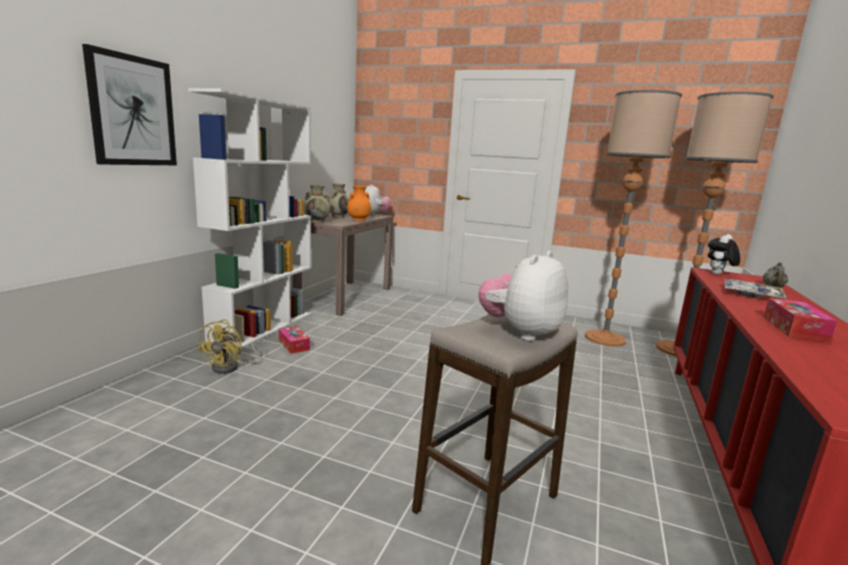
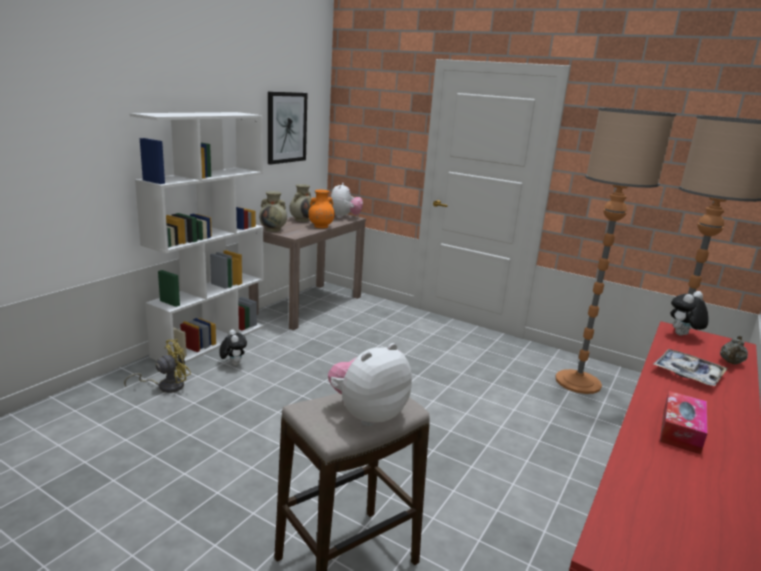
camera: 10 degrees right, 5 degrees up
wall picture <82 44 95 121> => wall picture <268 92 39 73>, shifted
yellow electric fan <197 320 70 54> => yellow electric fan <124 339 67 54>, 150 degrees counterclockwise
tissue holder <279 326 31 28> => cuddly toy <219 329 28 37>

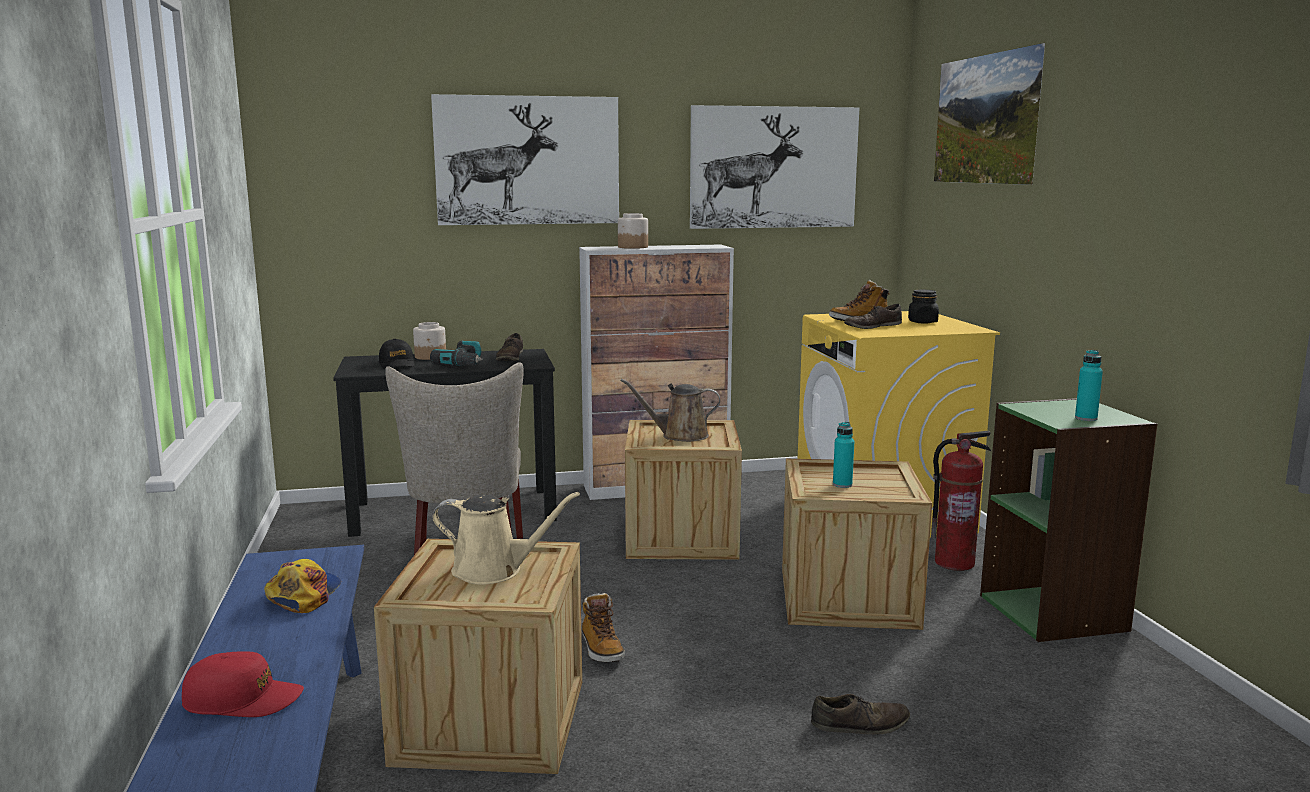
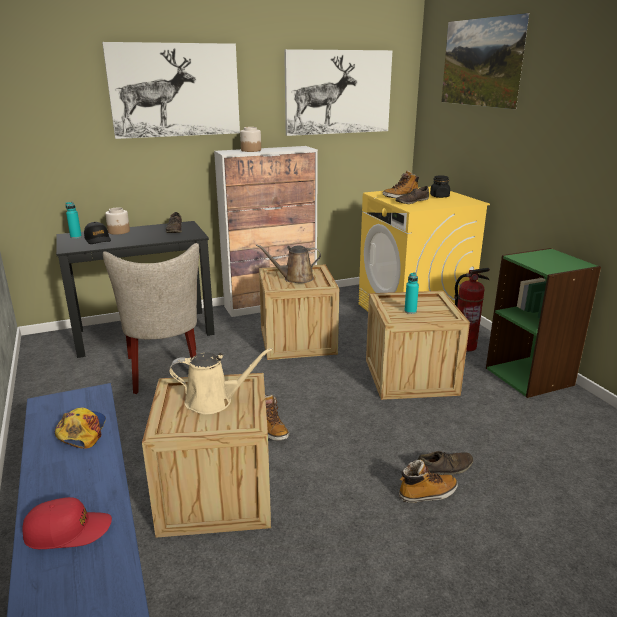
camera: 10 degrees left, 10 degrees up
drill <430 340 53 26> => nothing
turquoise-coloured beverage bottle <1075 350 28 71> => turquoise-coloured beverage bottle <66 202 16 37>, shifted
nothing => high-top boot <399 460 59 43>

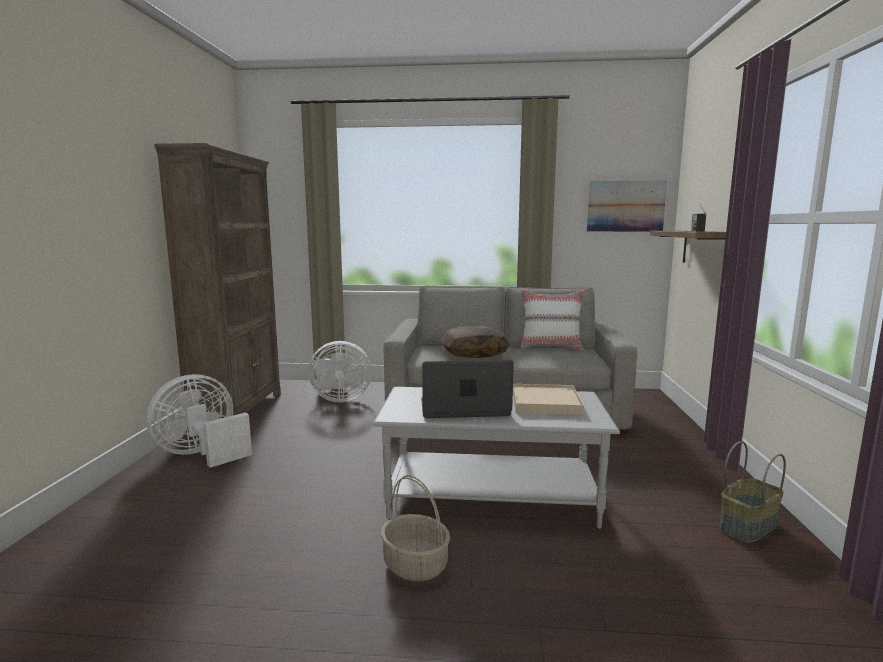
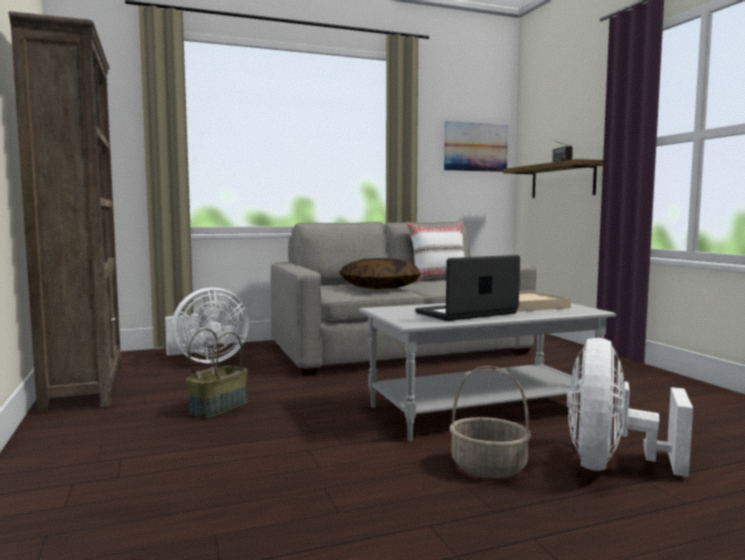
camera: 25 degrees left, 5 degrees down
whitish electric fan <146 374 106 94> => whitish electric fan <567 338 126 139>, shifted
household basket <719 441 67 102> => household basket <186 328 62 90>, shifted

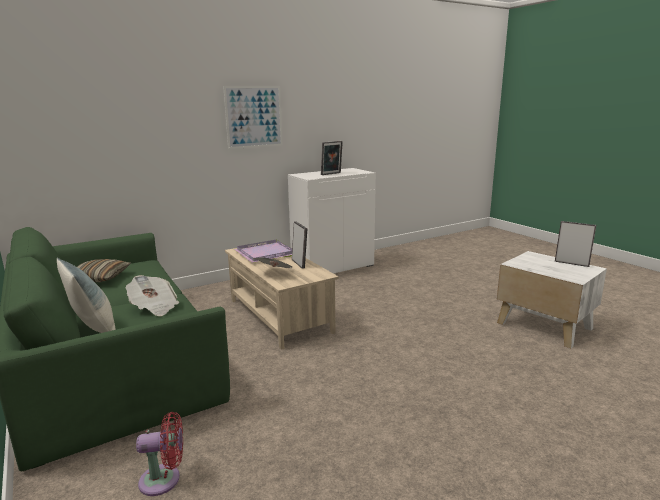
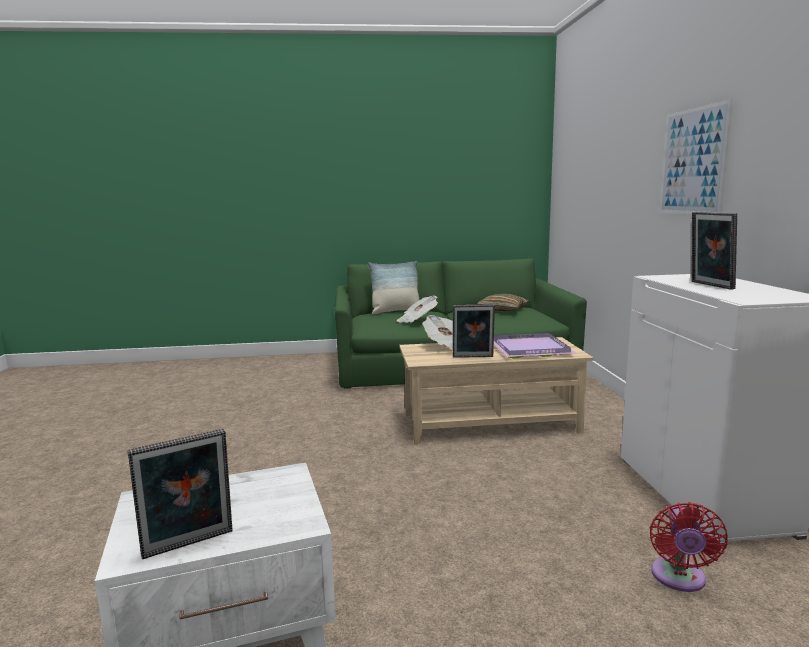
camera: 115 degrees right, 5 degrees down
red electric fan <136 412 47 84> => red electric fan <650 502 78 90>, shifted

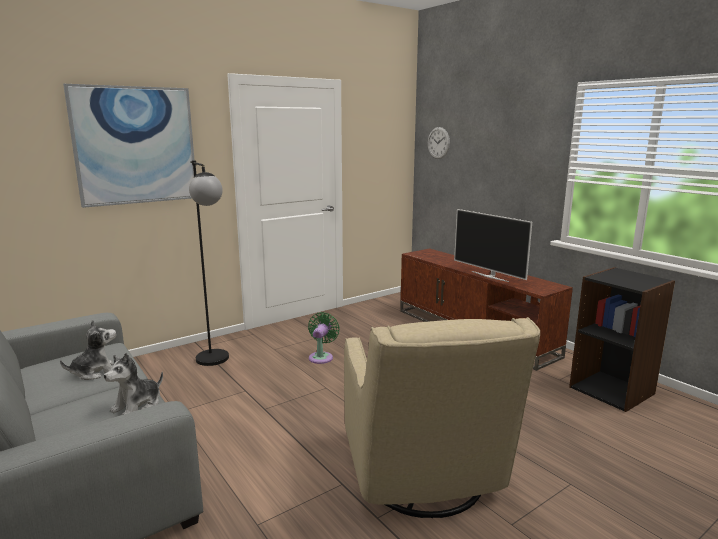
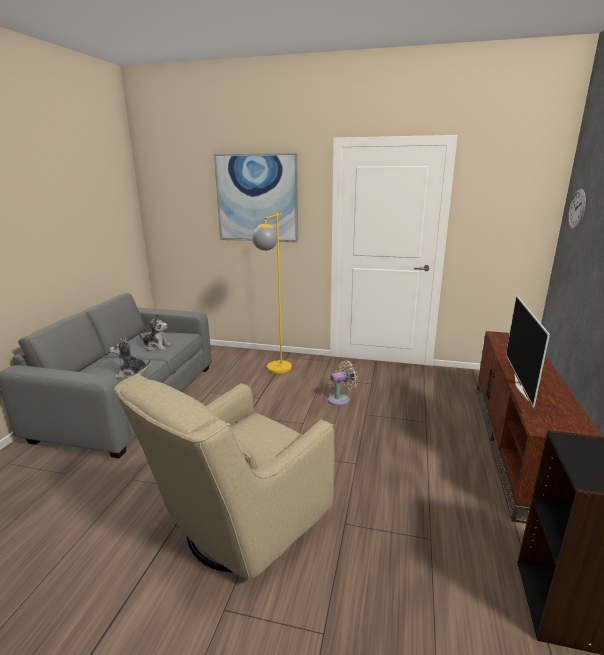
camera: 50 degrees right, 5 degrees up
blackish standard lamp <189 160 40 206> => yellow standard lamp <252 213 40 161>
green electric fan <308 312 32 52> => sand-coloured electric fan <328 361 30 45>

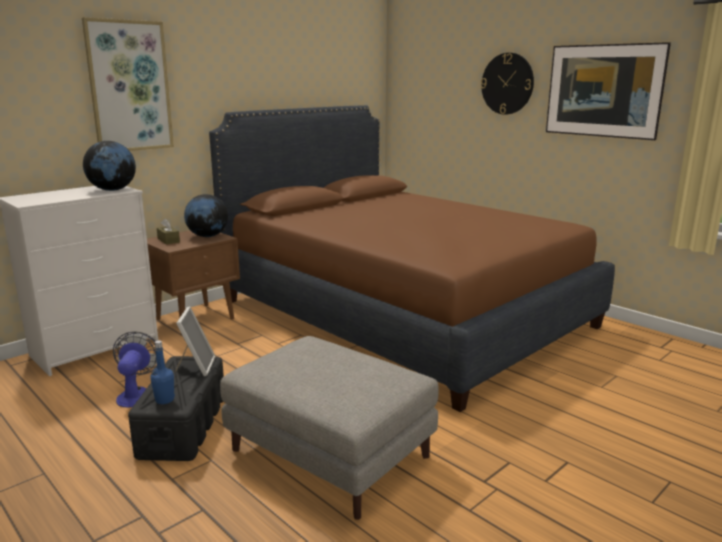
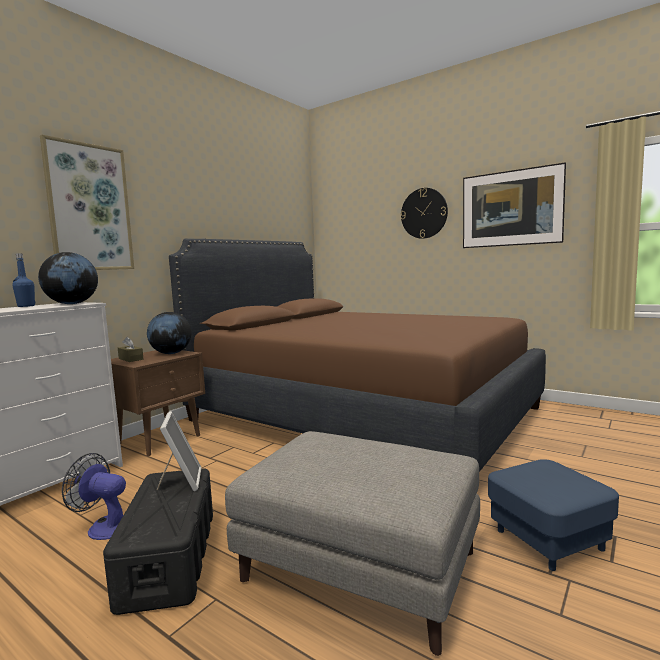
camera: 10 degrees left, 10 degrees down
electric fan <113 331 44 76> => electric fan <62 453 64 87>, 60 degrees counterclockwise
bluish beverage bottle <150 340 25 64> => bluish beverage bottle <12 254 23 53>, shifted
nothing => bluish footrest <488 459 131 112>

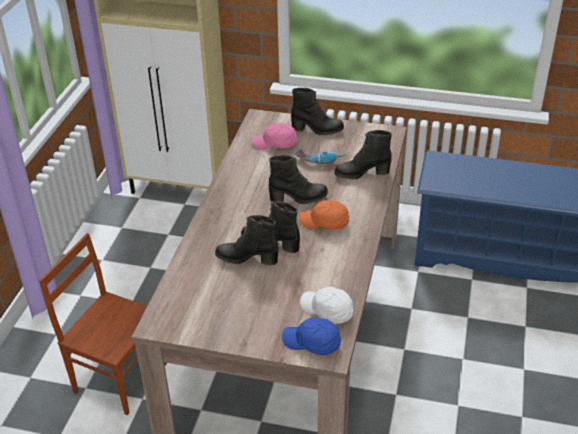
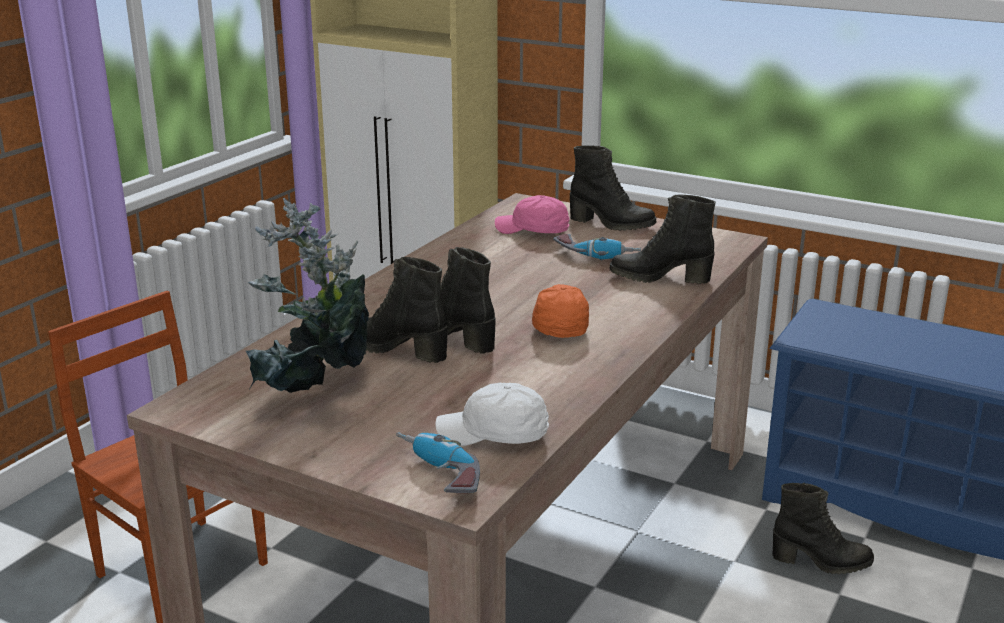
camera: 15 degrees right, 15 degrees down
blackish high-top boot <268 155 60 49> => blackish high-top boot <772 483 102 91>, shifted
bluish cap <282 318 59 37> => drill <396 432 84 61>
orange cap <299 200 51 30> => orange cap <532 284 57 54>, 60 degrees clockwise
whitish cap <300 286 53 38> => whitish cap <435 383 114 63>, 45 degrees counterclockwise
nothing => houseplant <246 198 123 195>

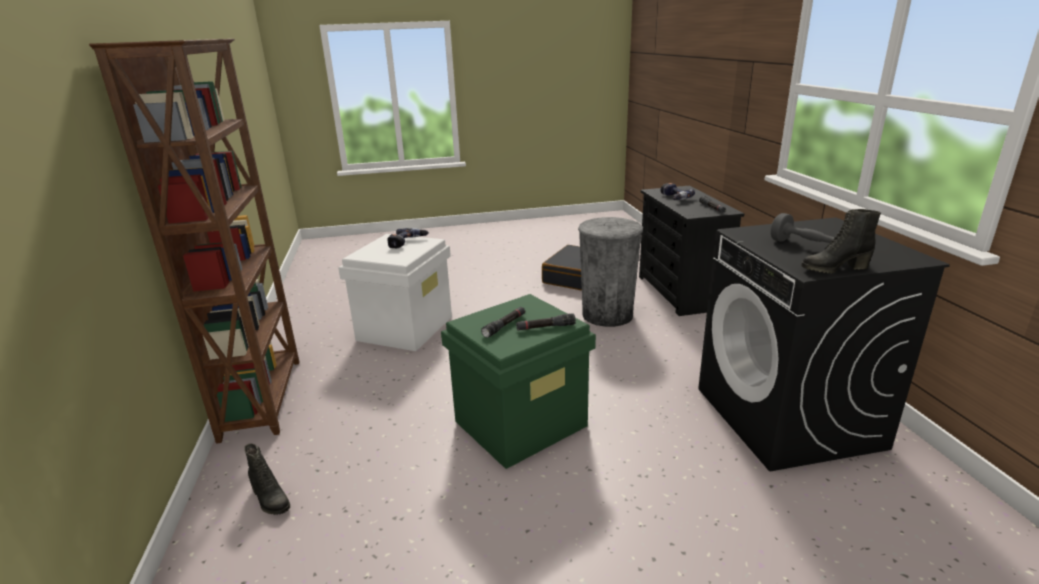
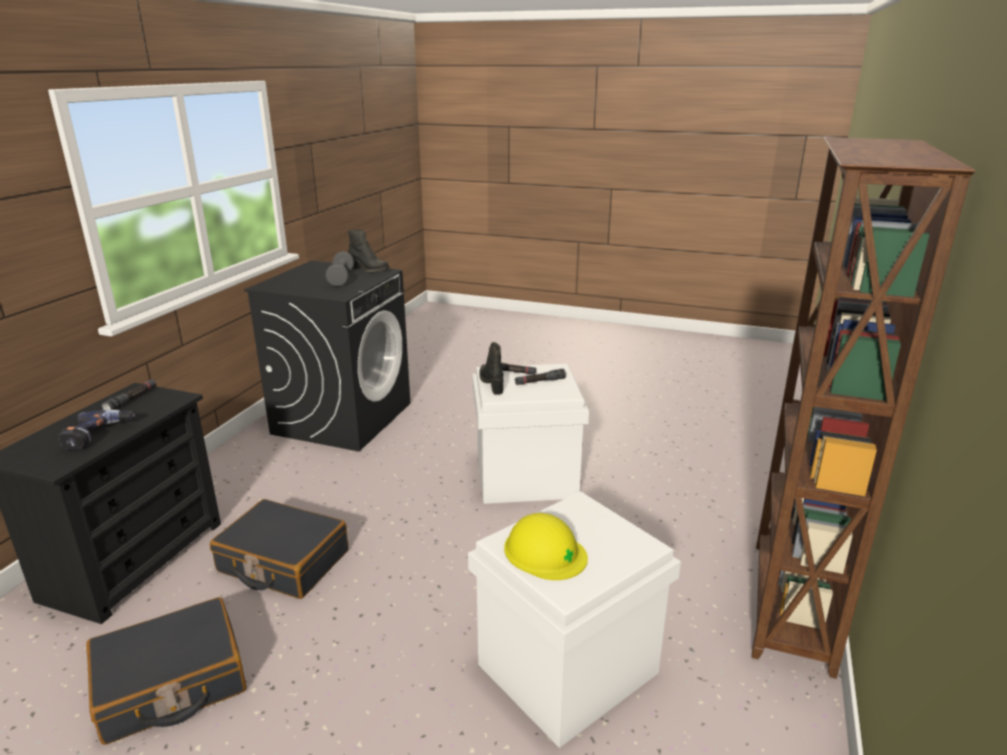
camera: 150 degrees left, 0 degrees up
blackish high-top boot <244 443 46 72> => blackish high-top boot <479 342 24 53>, shifted
drill <388 228 41 20> => yellow safety helmet <504 513 84 67>
green storage container <441 294 155 175> => whitish storage container <472 364 117 140>
gray trash can <578 217 65 110> => blackish travel case <210 499 138 100>

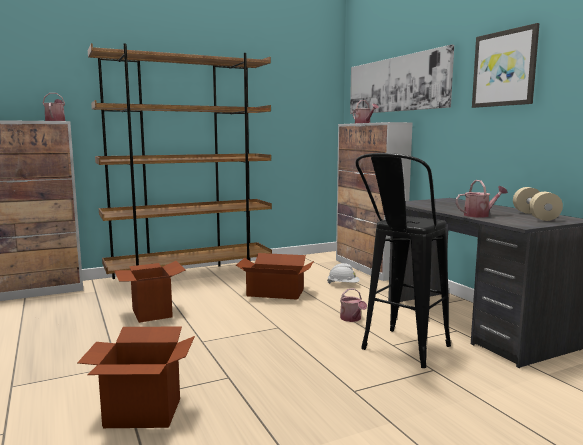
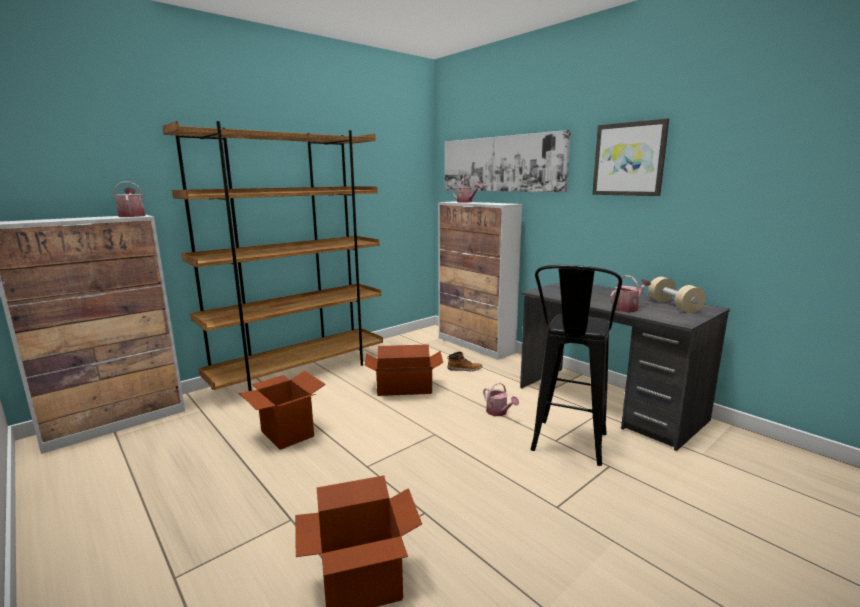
camera: 15 degrees left, 5 degrees up
whitish safety helmet <327 263 33 21> => high-top boot <447 352 36 20>

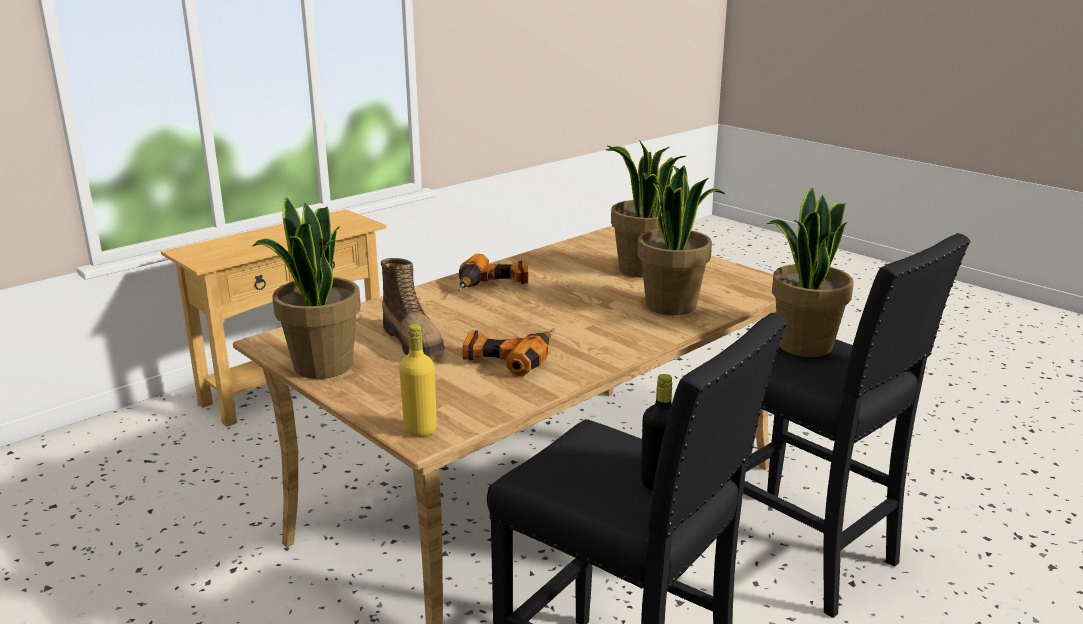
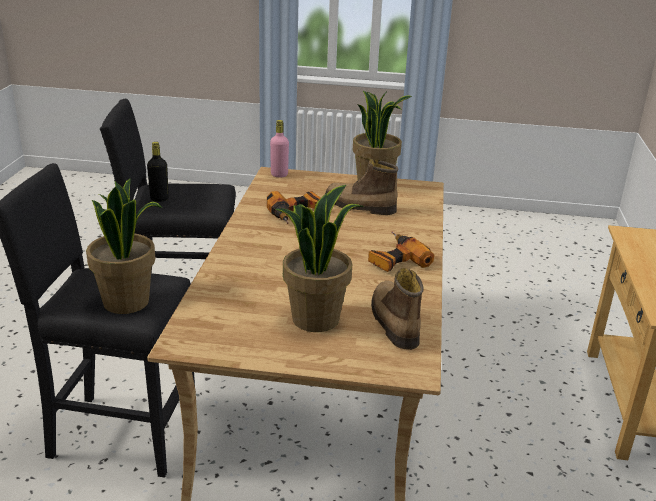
camera: 140 degrees right, 5 degrees up
yellow beverage bottle <399 324 38 113> => pinkish beverage bottle <270 120 19 57>
houseplant <637 165 88 150> => nothing
nothing => high-top boot <371 268 52 82>

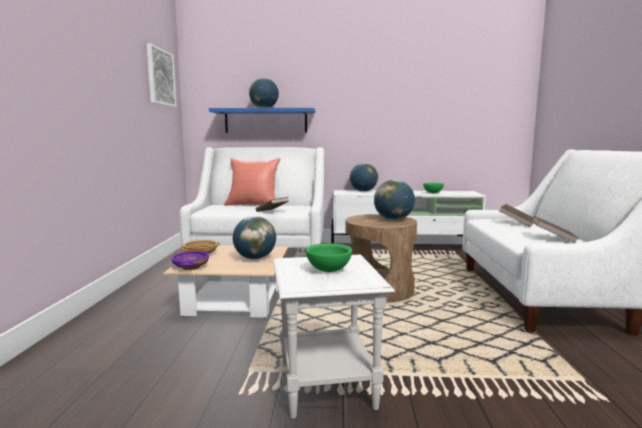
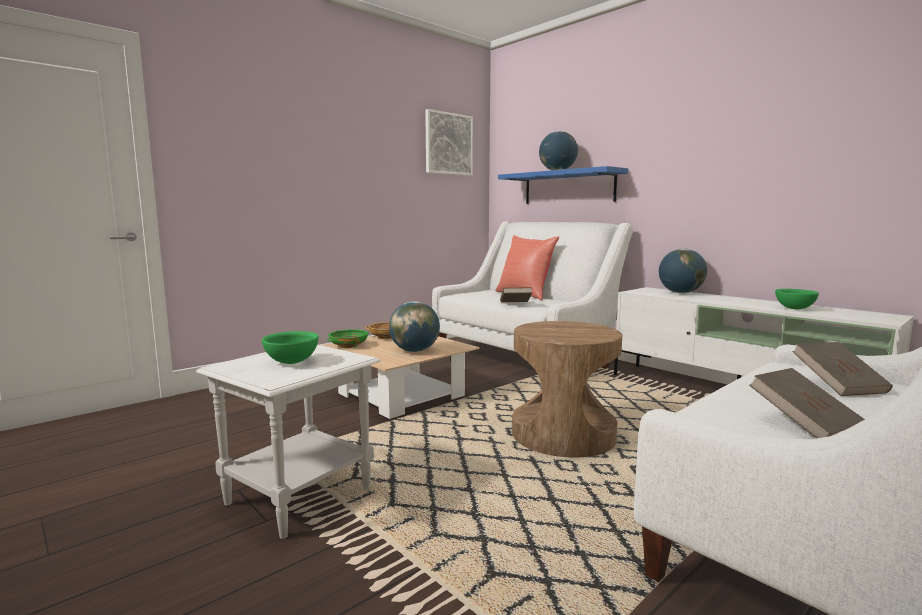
camera: 45 degrees right, 0 degrees up
purplish bowl <171 251 39 19> => green bowl <327 329 42 19>
globe <374 180 41 40> => nothing

